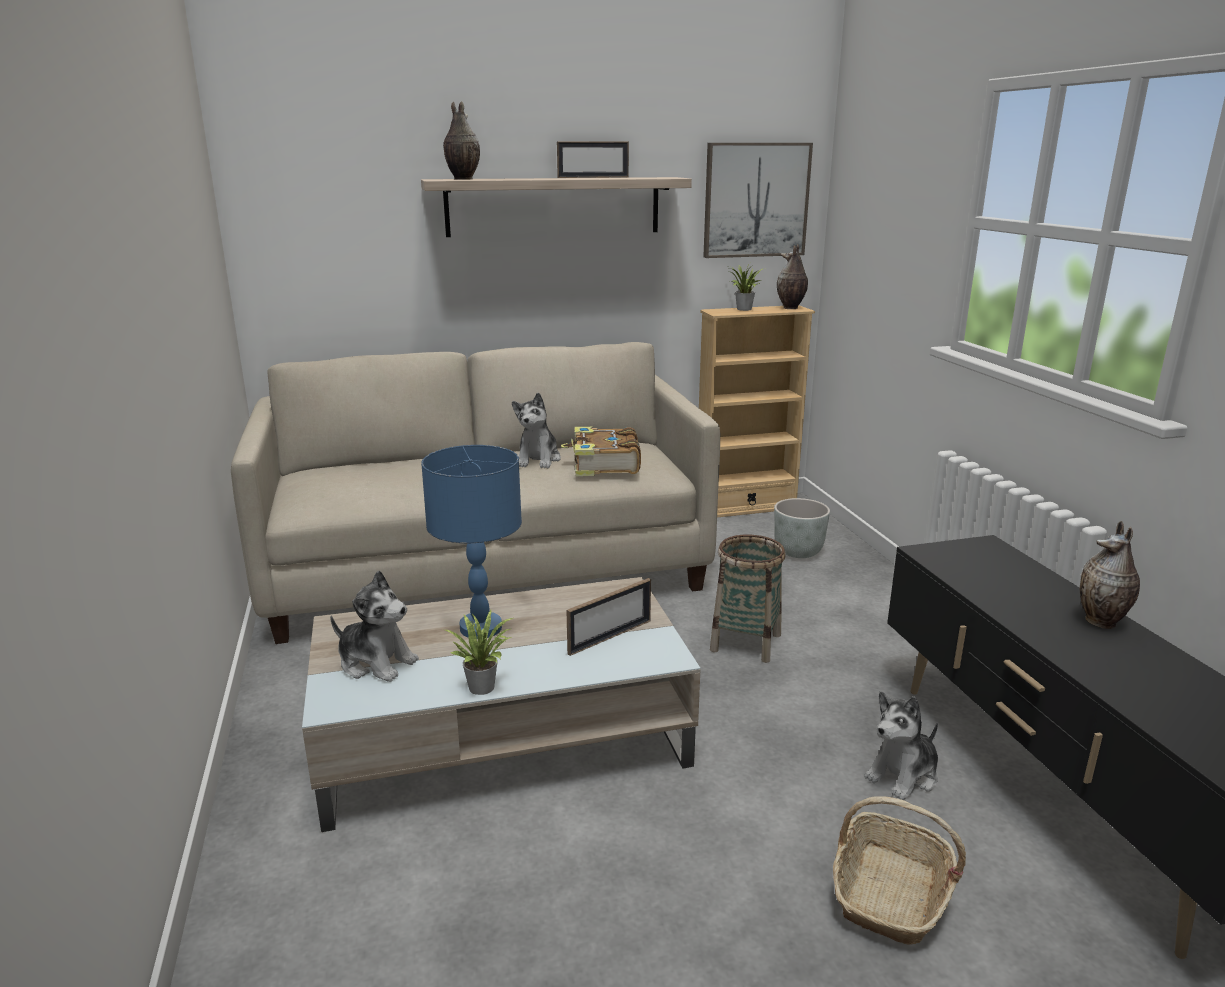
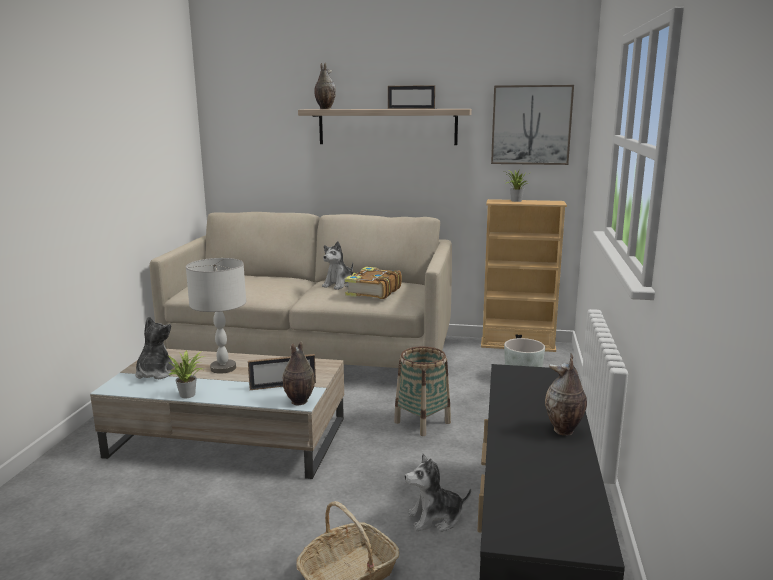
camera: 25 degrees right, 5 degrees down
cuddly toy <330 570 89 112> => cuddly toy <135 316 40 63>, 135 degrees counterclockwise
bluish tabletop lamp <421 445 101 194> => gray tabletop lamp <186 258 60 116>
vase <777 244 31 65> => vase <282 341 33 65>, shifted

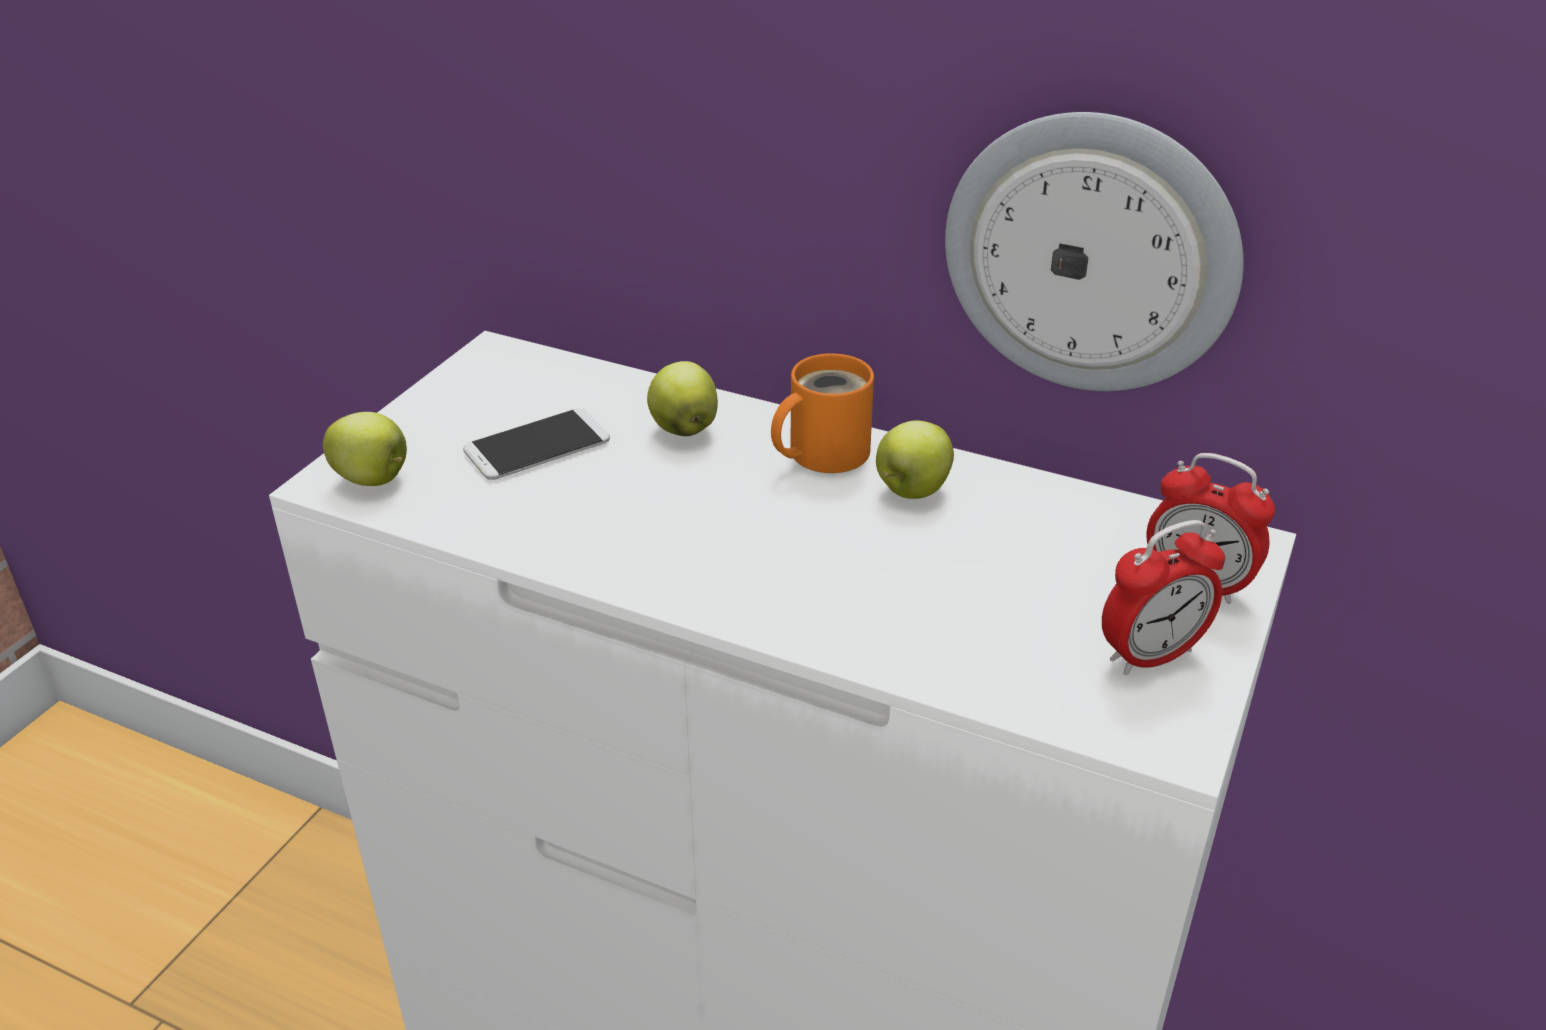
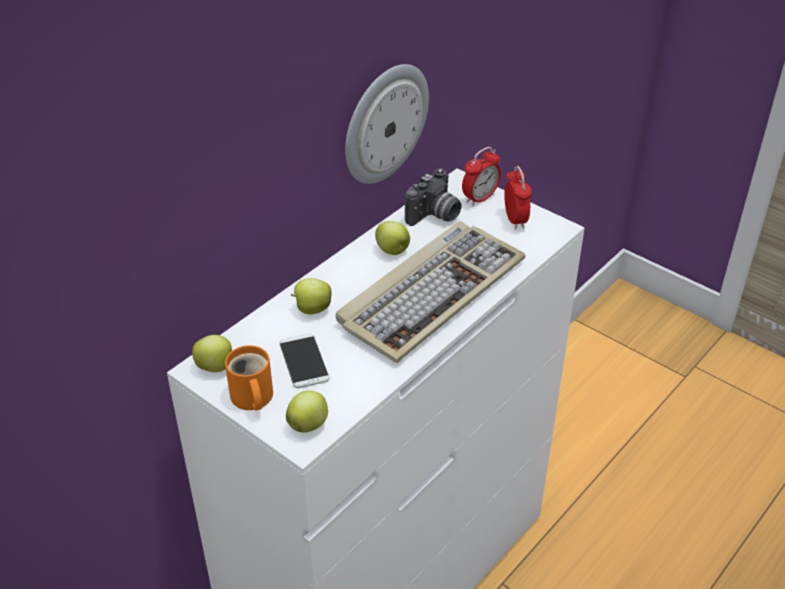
camera: 75 degrees left, 5 degrees up
orange tea mug <771 353 103 120> => orange tea mug <225 345 48 65>, shifted
nothing => apple <192 335 40 37>
nothing => keyboard <335 221 191 142>
nothing => still camera <405 169 57 57>

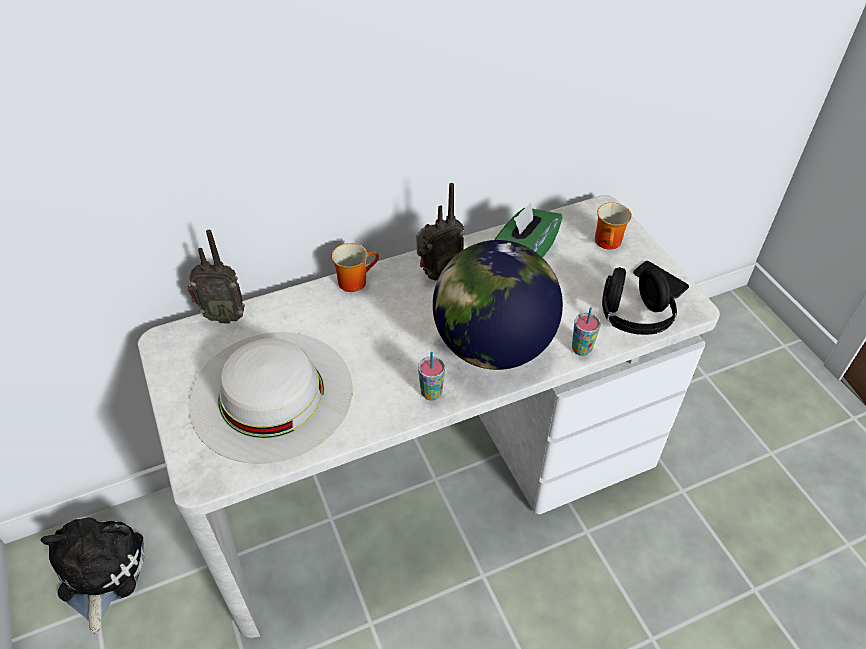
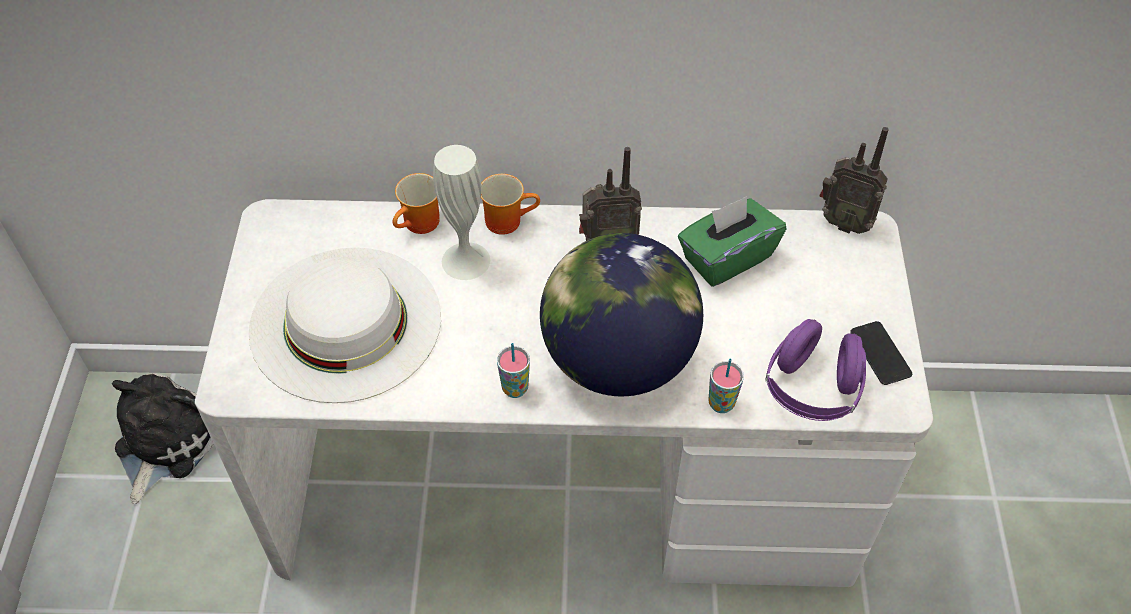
camera: 25 degrees right, 5 degrees up
radio receiver <188 230 57 93> => radio receiver <820 127 69 107>, shifted
tea mug <595 203 37 47> => tea mug <393 173 47 61>, shifted
blackish pair of headphones <602 267 75 68> => purplish pair of headphones <765 319 101 102>
nothing => whitish vase <433 145 57 135>

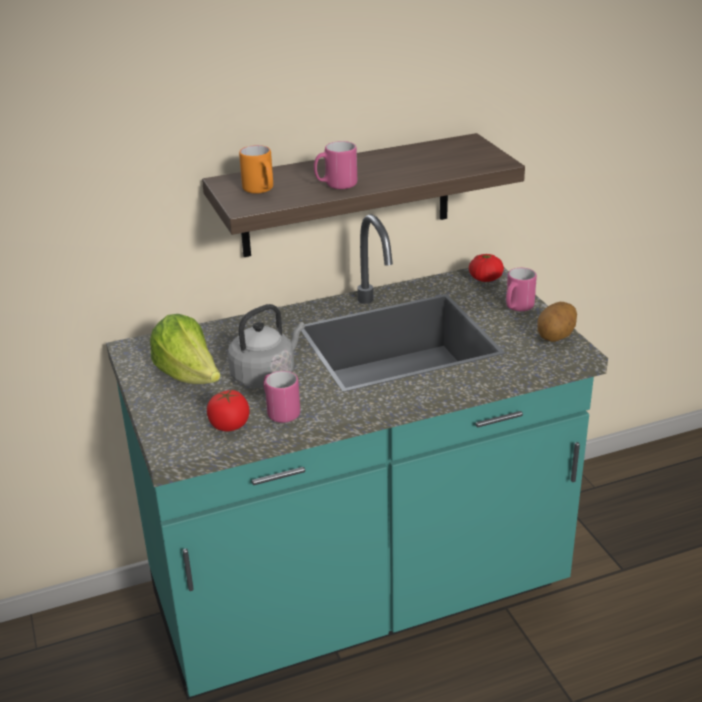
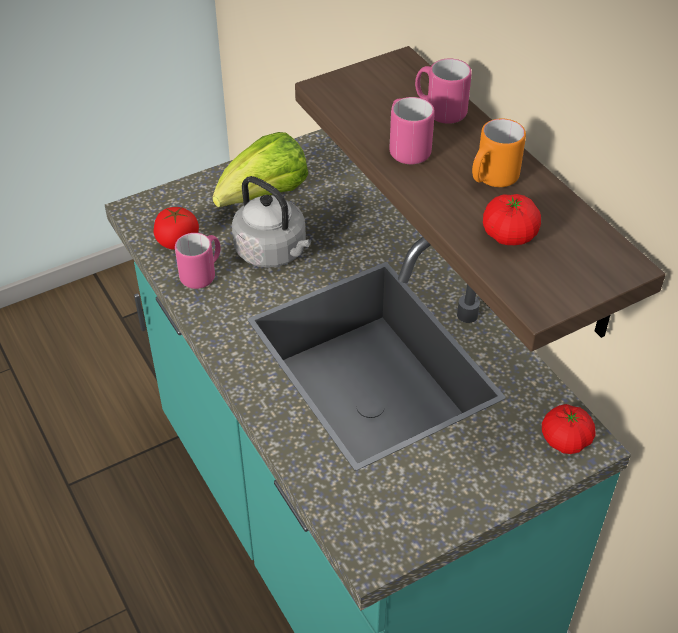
camera: 80 degrees right, 15 degrees up
orange tea mug <239 145 34 48> => orange tea mug <472 119 54 68>, shifted
pinkish tea mug <506 268 31 43> => pinkish tea mug <415 59 57 65>, shifted
spud <537 302 40 40> => nothing
nothing => tomato <483 194 58 51>

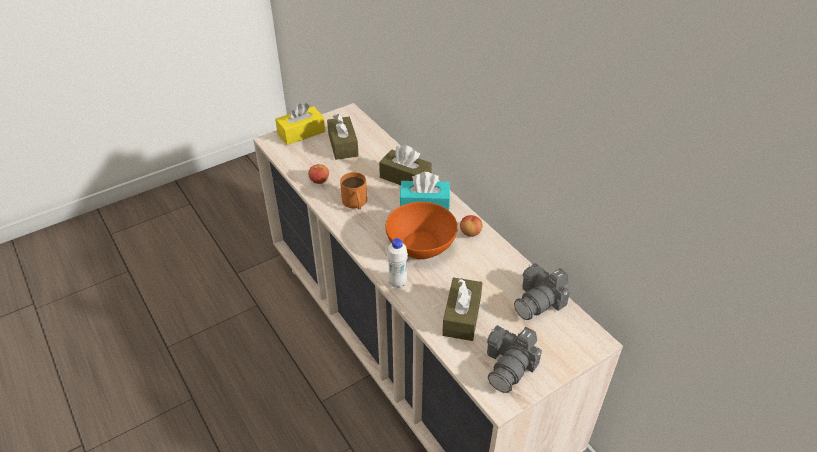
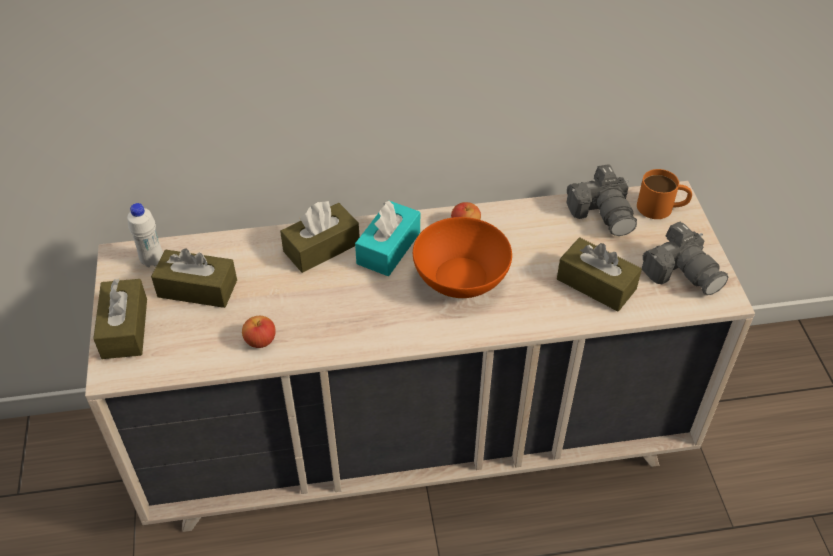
camera: 65 degrees left, 5 degrees up
yellow tissue holder <275 103 50 42> => brown-coloured tissue holder <93 278 54 81>
orange tea mug <340 172 27 38> => orange tea mug <637 169 55 50>, shifted
whitish beverage bottle <387 238 21 50> => whitish beverage bottle <127 203 36 64>, shifted

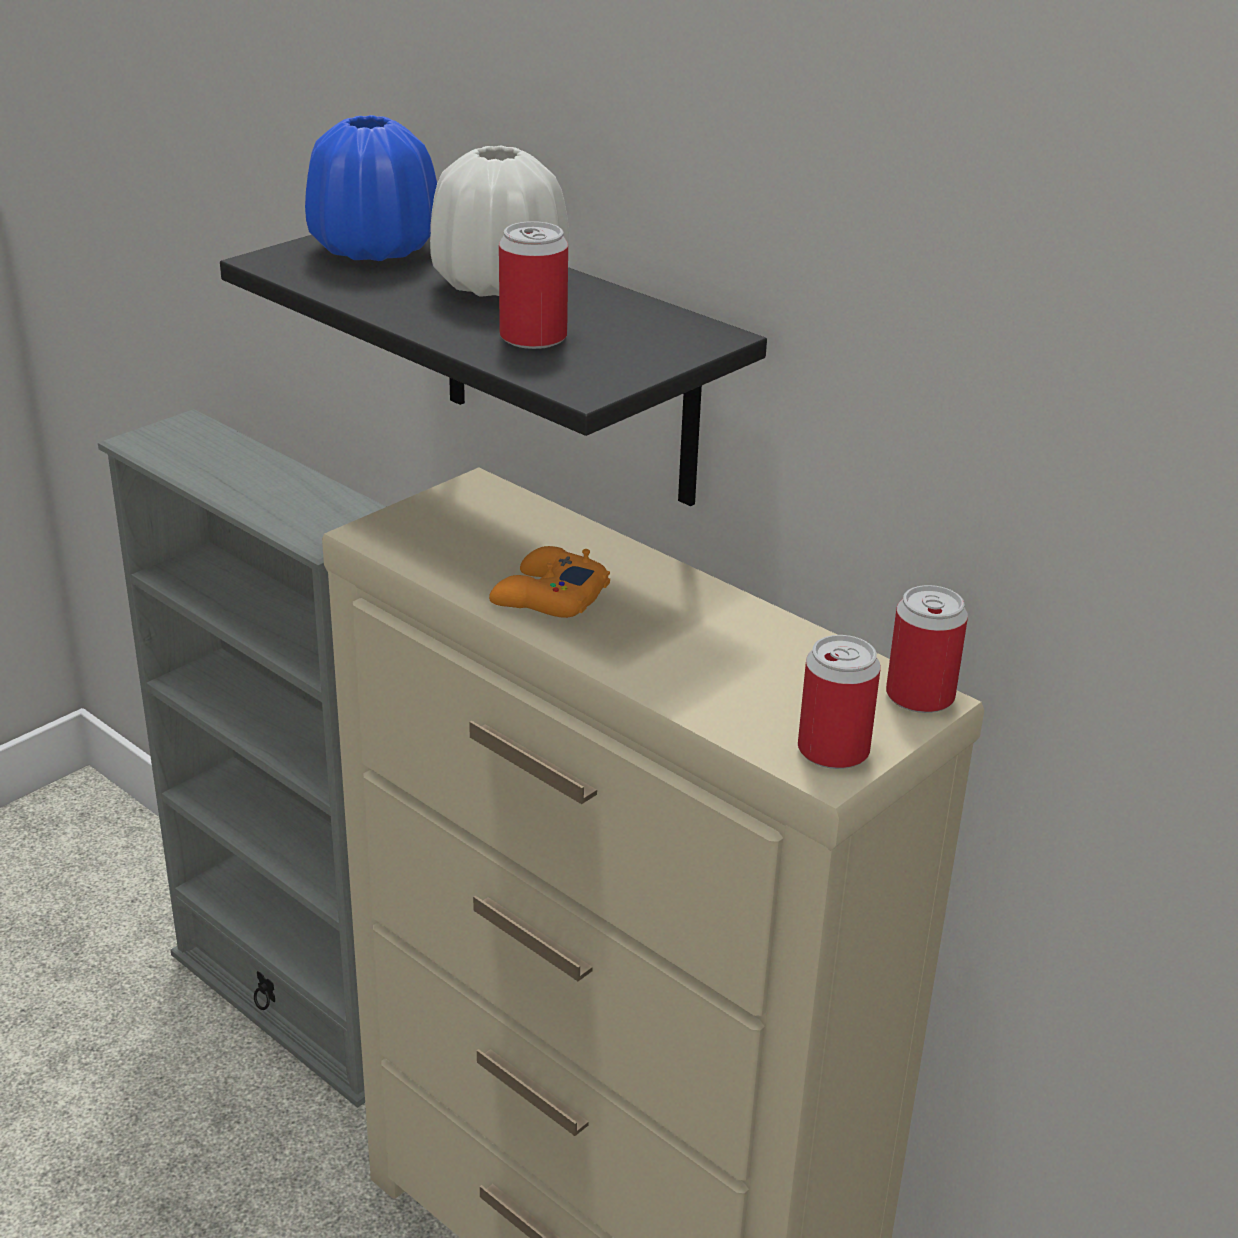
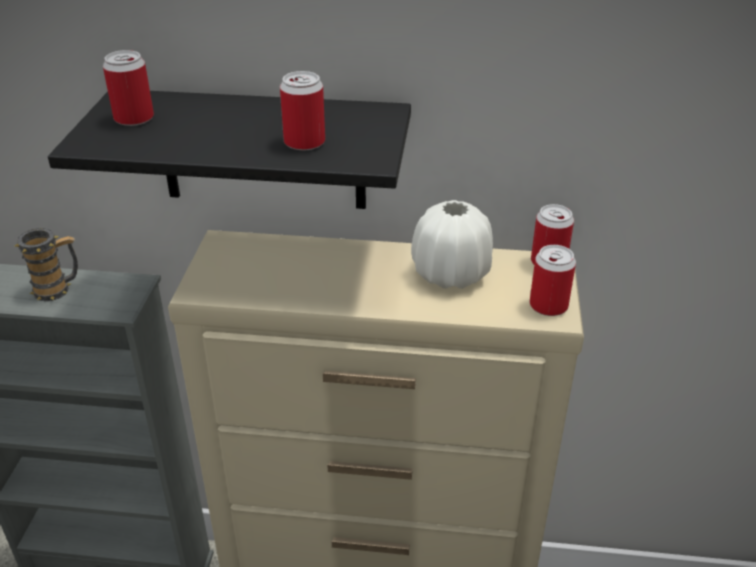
camera: 35 degrees left, 5 degrees up
bluish vase <305 115 132 146> => can <103 50 51 76>
whitish vase <430 146 139 151> => whitish vase <411 200 82 89>, shifted
orange game controller <489 546 121 72> => nothing
nothing => tea mug <15 228 63 73>

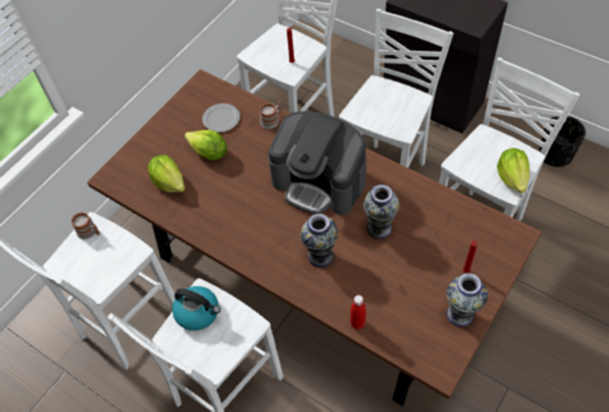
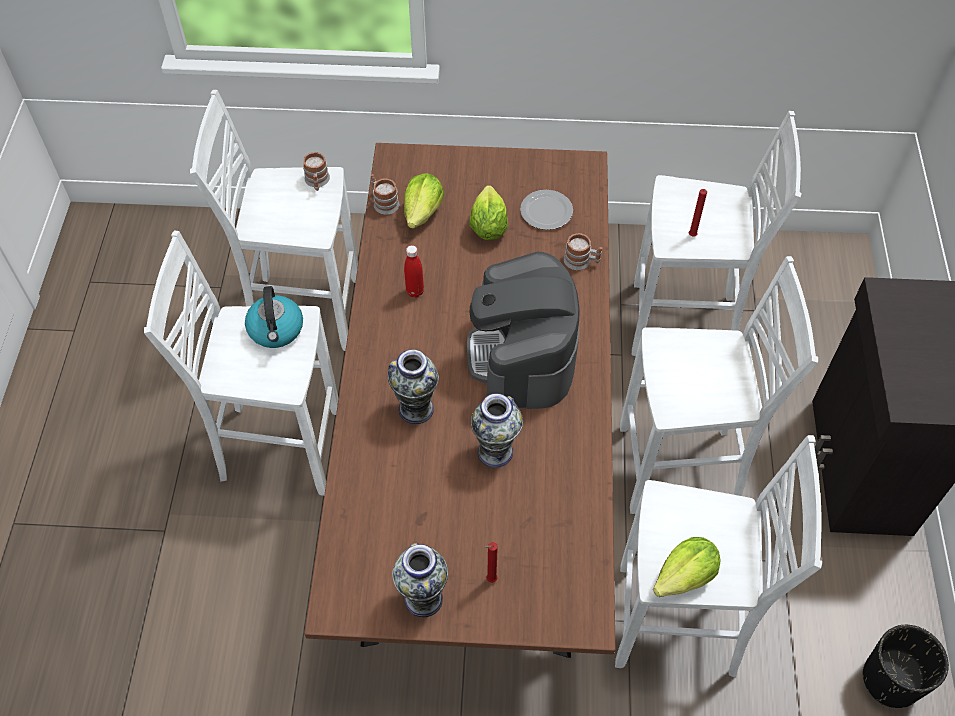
camera: 55 degrees right, 0 degrees up
red beverage bottle <350 295 16 35> => red beverage bottle <404 245 20 53>, shifted
nothing => tea mug <371 174 28 40>

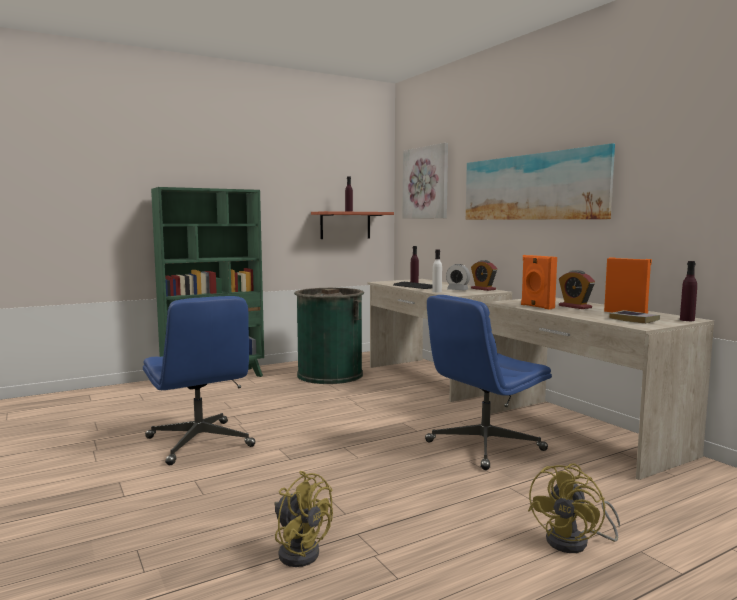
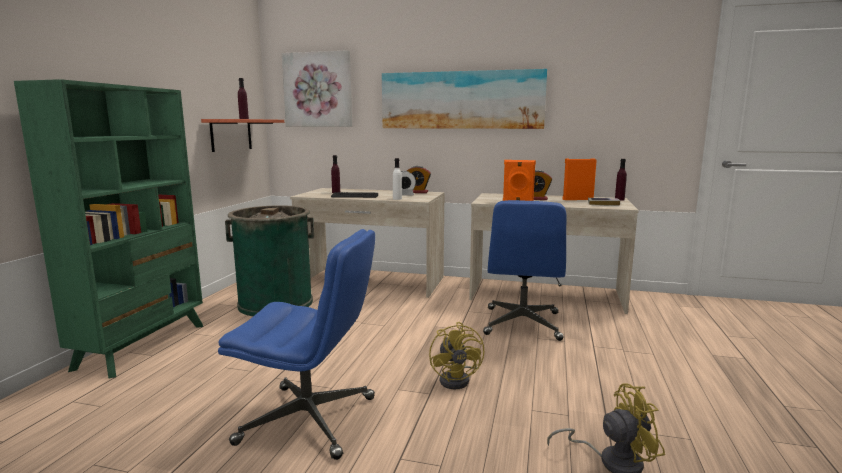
camera: 45 degrees left, 5 degrees up
yellow electric fan <528 463 92 90> => yellow electric fan <429 322 55 67>, shifted

